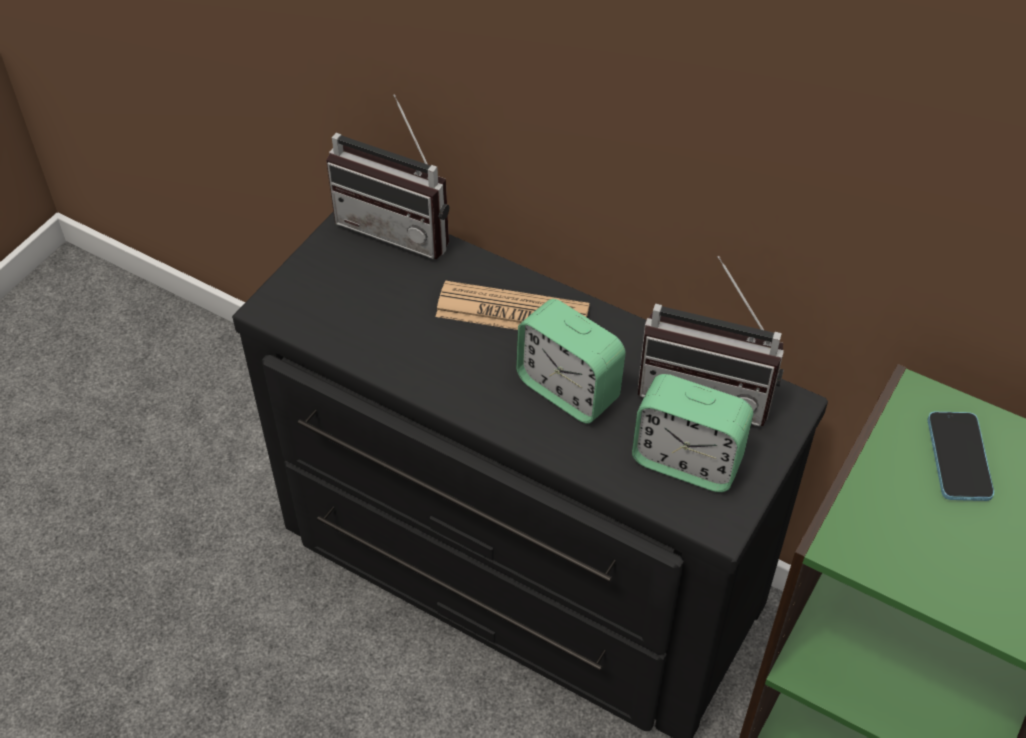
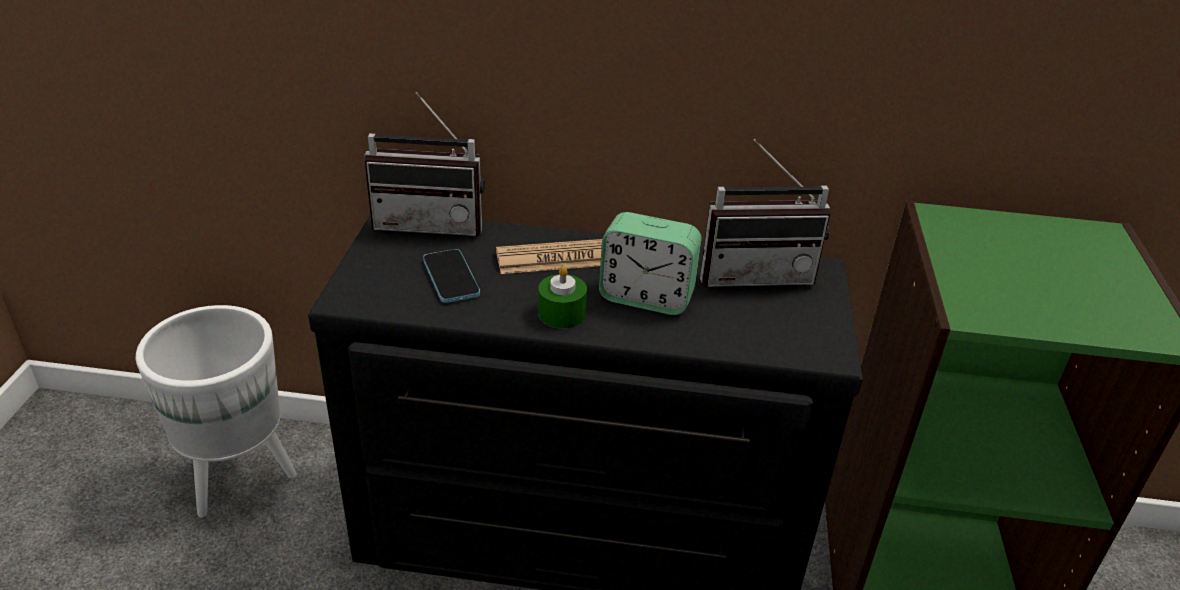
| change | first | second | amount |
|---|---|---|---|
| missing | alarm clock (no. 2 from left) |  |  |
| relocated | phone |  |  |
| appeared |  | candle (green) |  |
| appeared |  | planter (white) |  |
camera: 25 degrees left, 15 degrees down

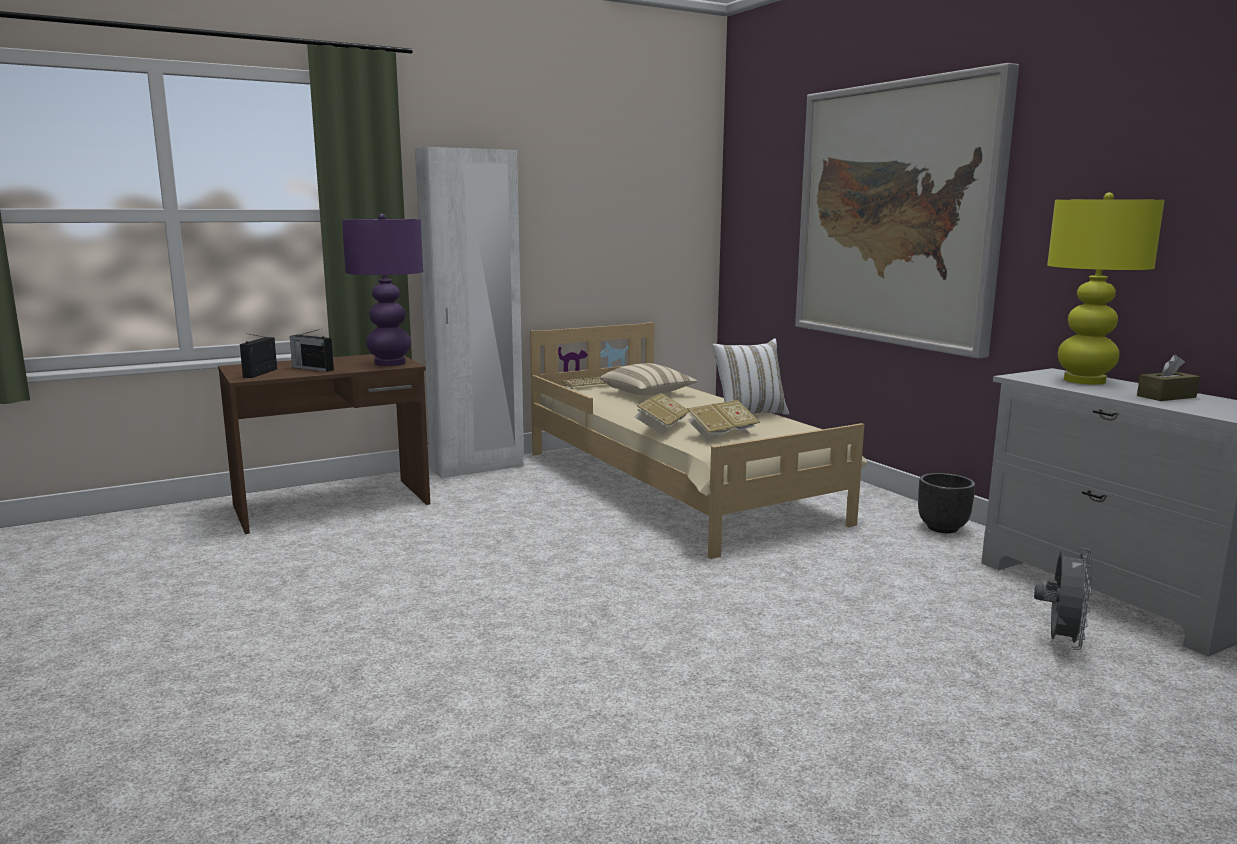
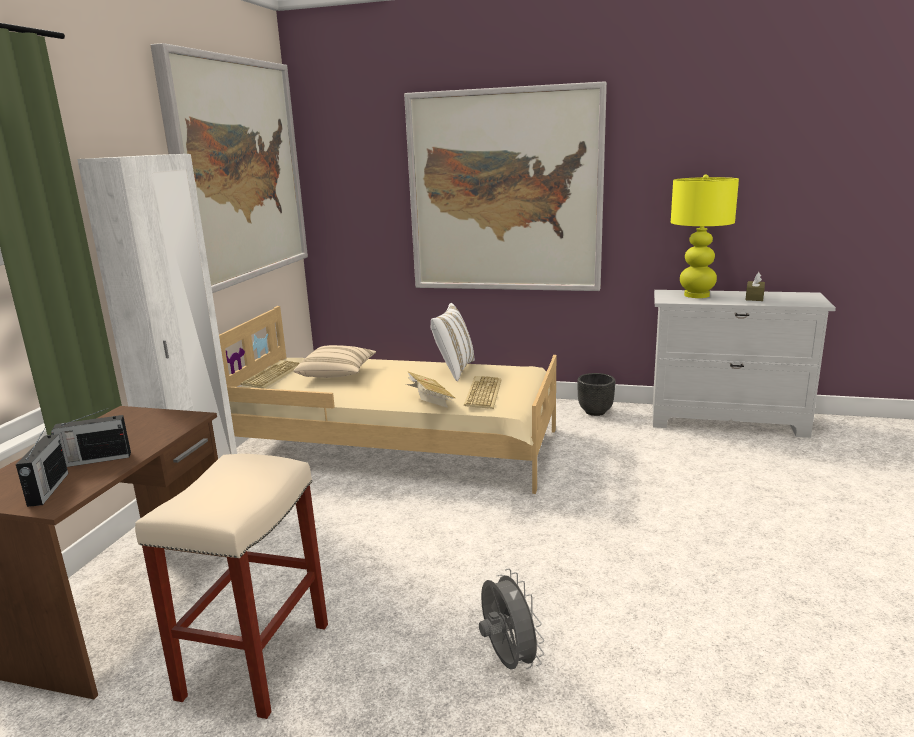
| change | first | second | amount |
|---|---|---|---|
| missing | table lamp (purple) |  |  |
| spun | radio (no. 1 from left) |  | 150 degrees counterclockwise |
| exchanged | book (no. 2 from left) | keyboard (no. 2 from left) |  |
| relocated | fan (grey) |  |  |
| appeared |  | picture (no. 1 from left) |  |
| appeared |  | stool (beige) |  |
camera: 45 degrees left, 5 degrees up

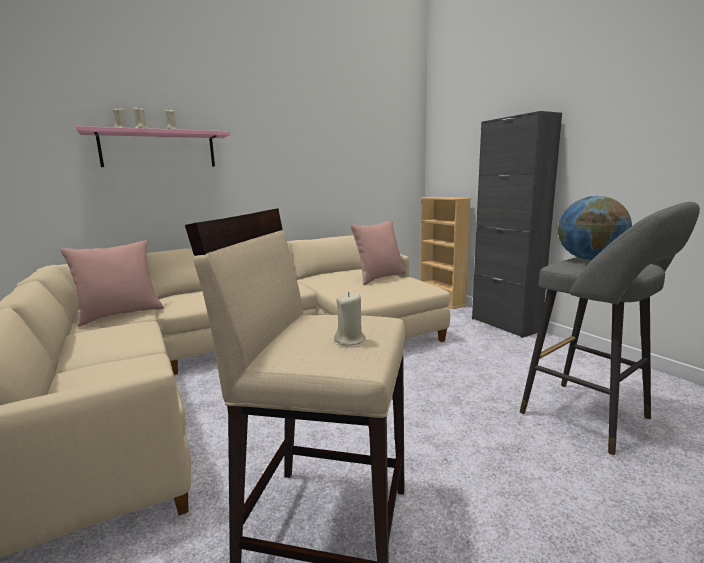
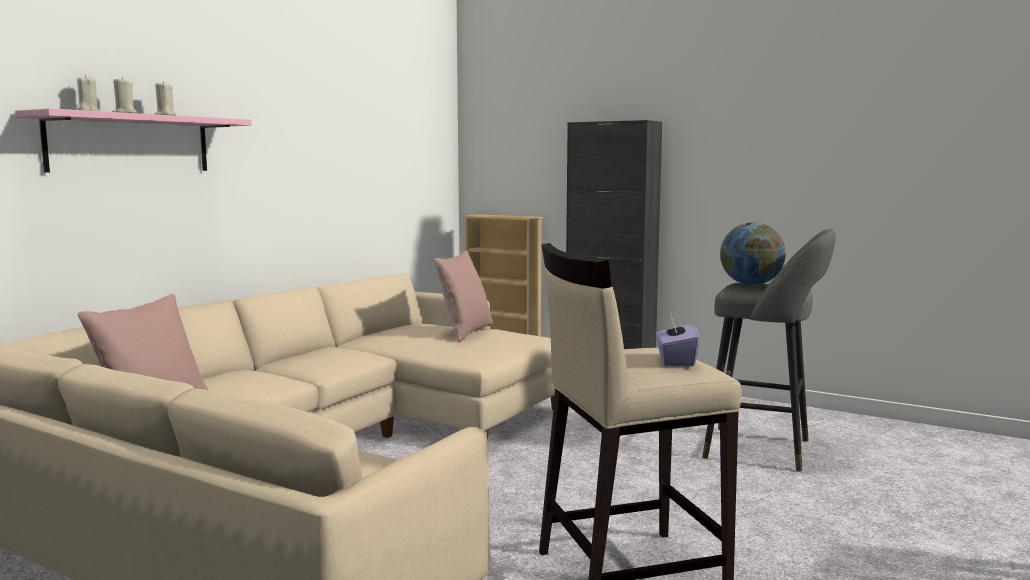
| change | first | second | amount |
|---|---|---|---|
| exchanged | candle (beige) (no. 4 from left) | tissue box (purple) |  |
camera: 30 degrees left, 5 degrees down

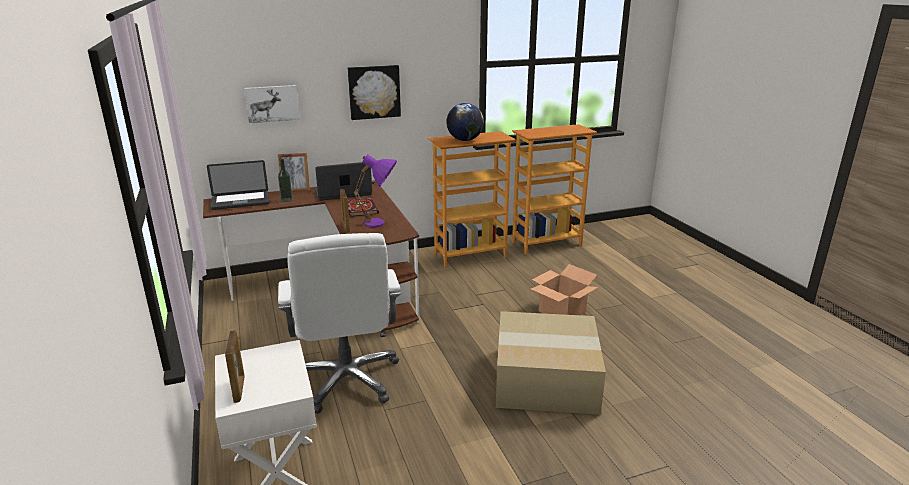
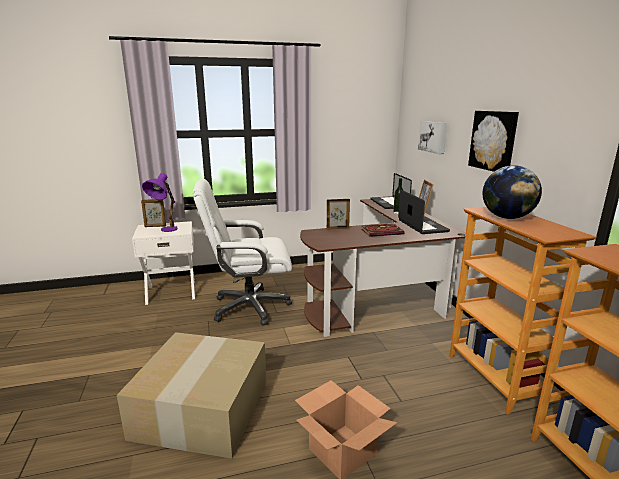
| change | first | second | amount |
|---|---|---|---|
| relocated | table lamp (purple) |  |  |
camera: 95 degrees right, 5 degrees down

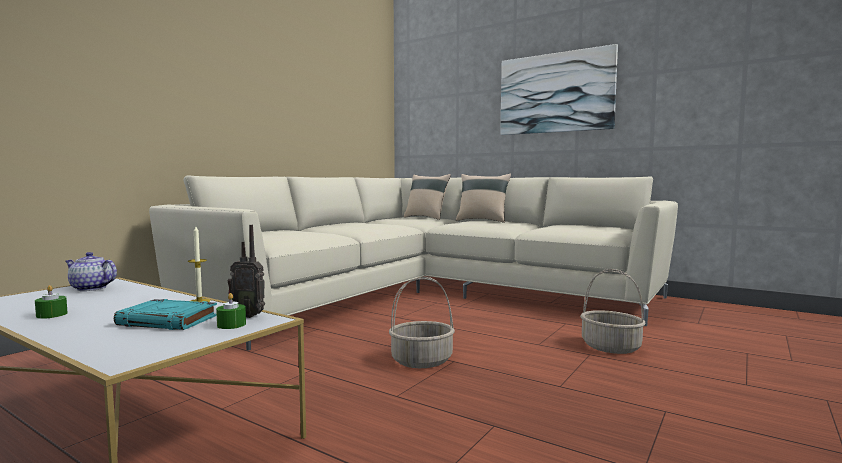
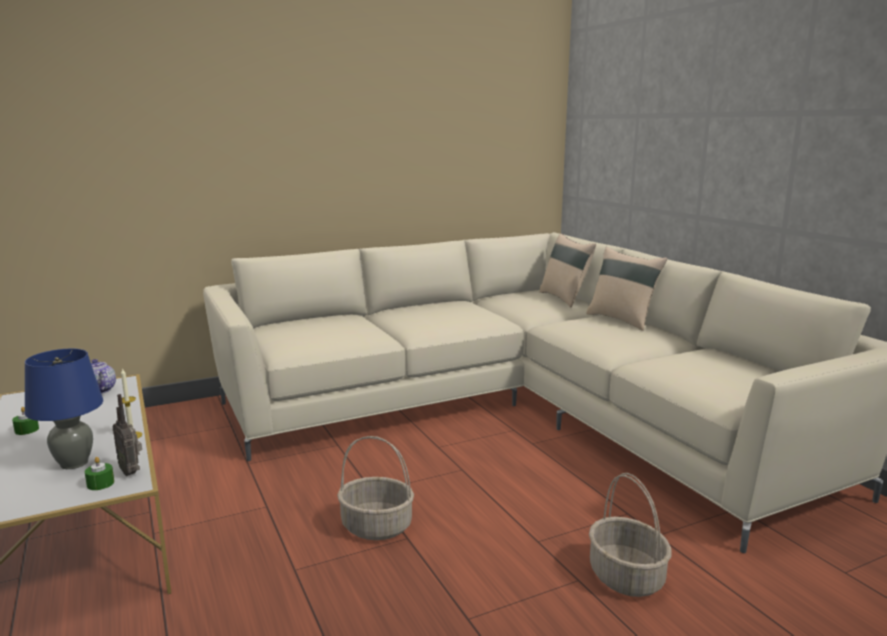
| change | first | second | amount |
|---|---|---|---|
| missing | picture |  |  |
| exchanged | book (turquoise) | table lamp (blue) |  |
camera: 30 degrees right, 10 degrees up

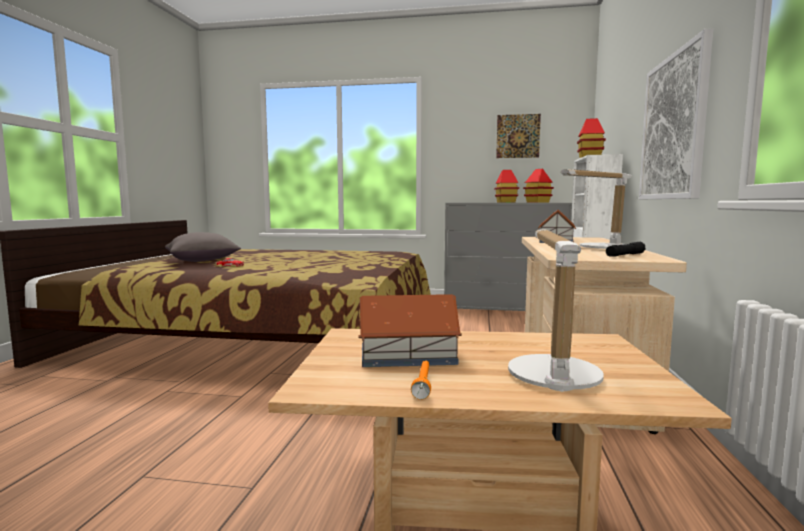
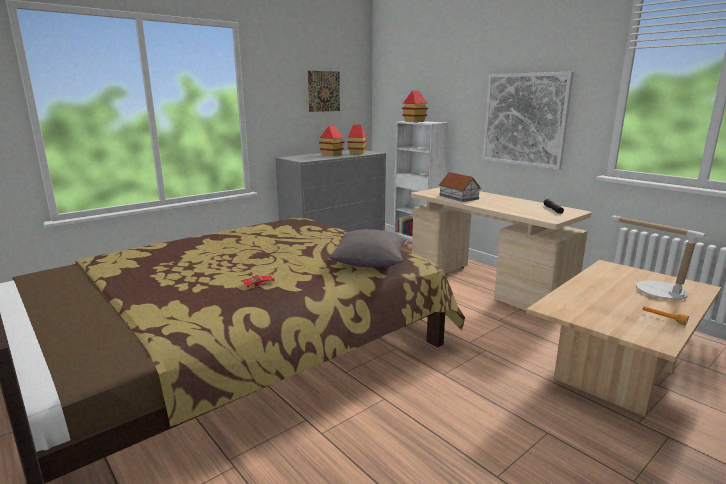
| change | first | second | amount |
|---|---|---|---|
| missing | table lamp (no. 2 from left) |  |  |
| relocated | pillow (grey) |  |  |
| missing | toy house (no. 1 from left) |  |  |
camera: 50 degrees left, 10 degrees up

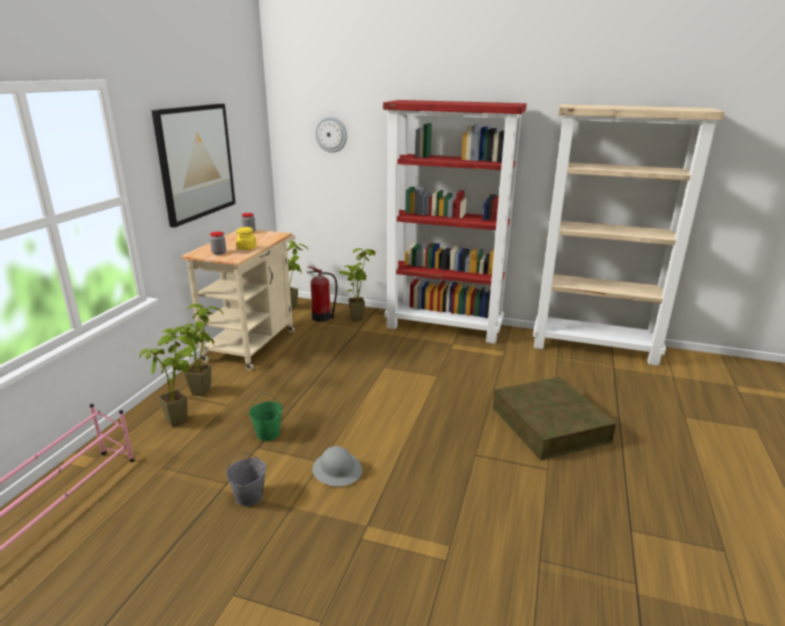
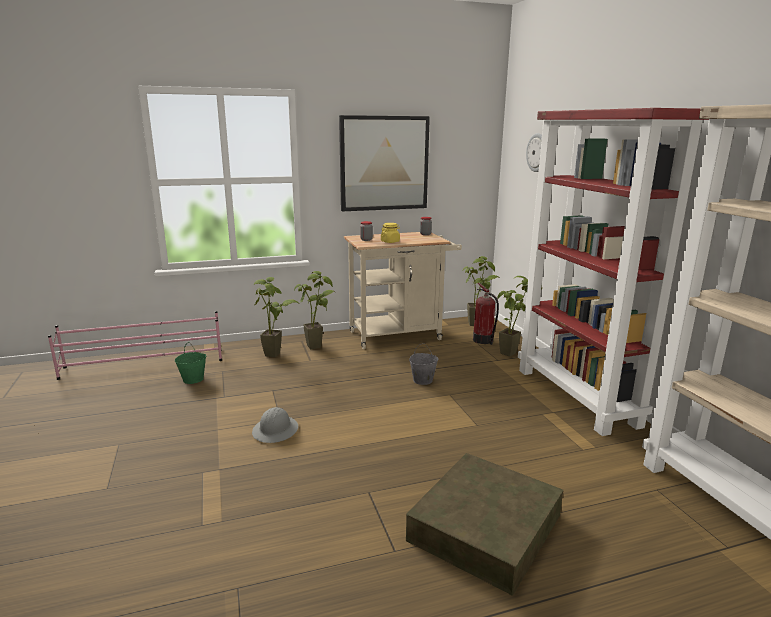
| change | first | second | amount |
|---|---|---|---|
| relocated | bucket (green) |  |  |
| relocated | bucket (grey) |  |  |
camera: 55 degrees right, 5 degrees down

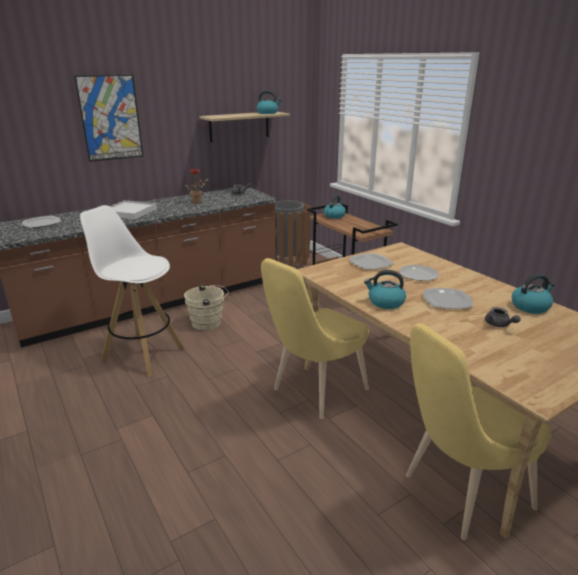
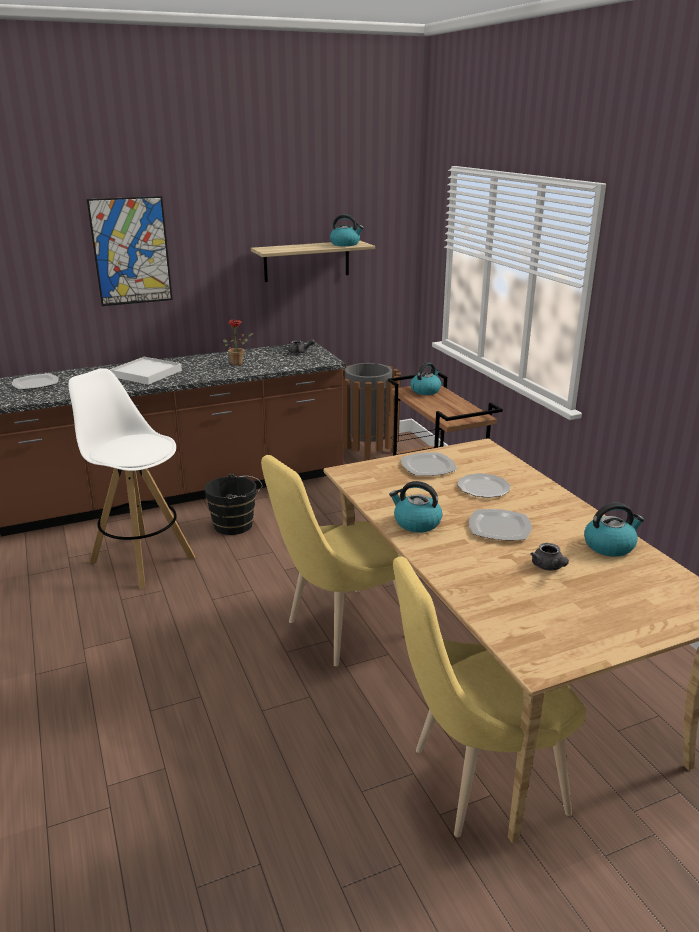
| change | first | second | amount |
|---|---|---|---|
| colour | bucket (beige) | bucket (black) |  |
camera: 10 degrees right, 0 degrees up

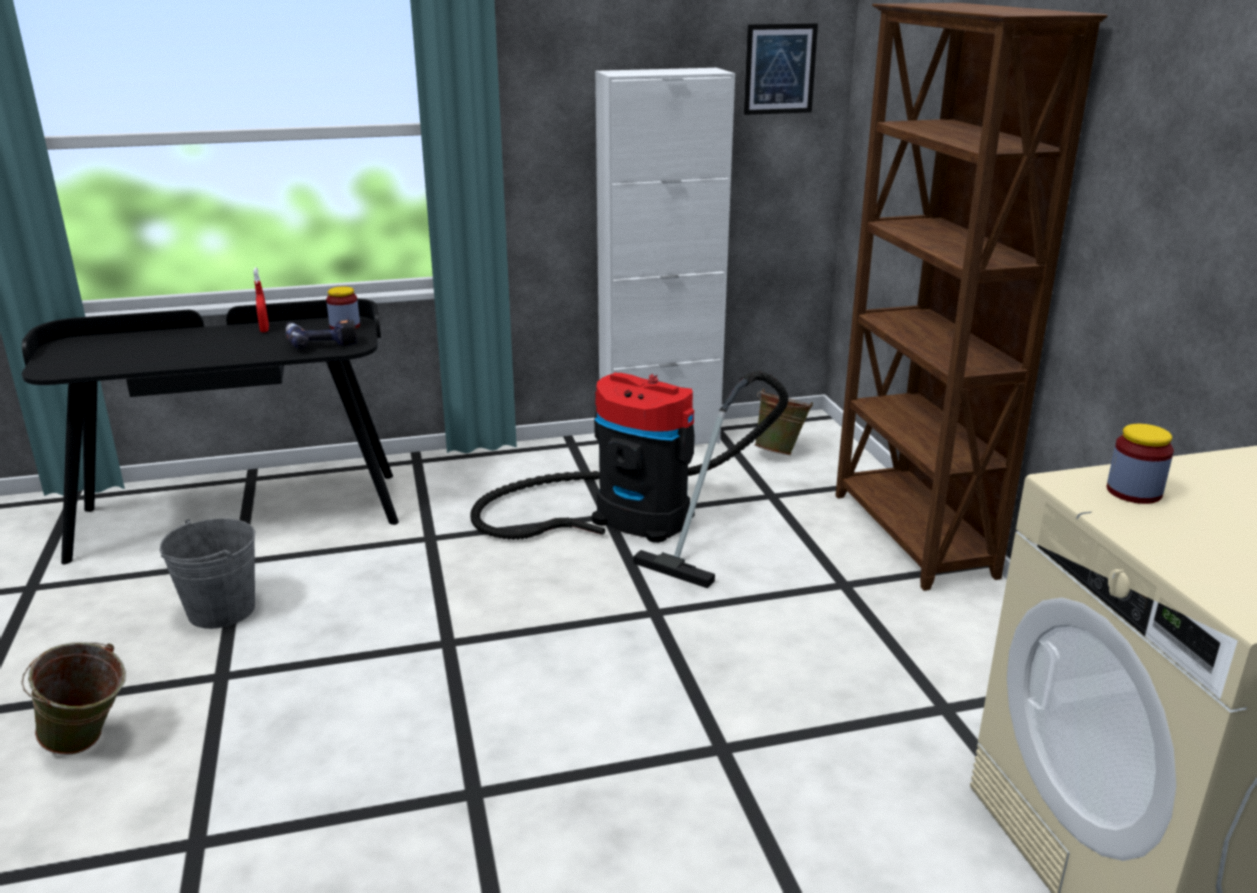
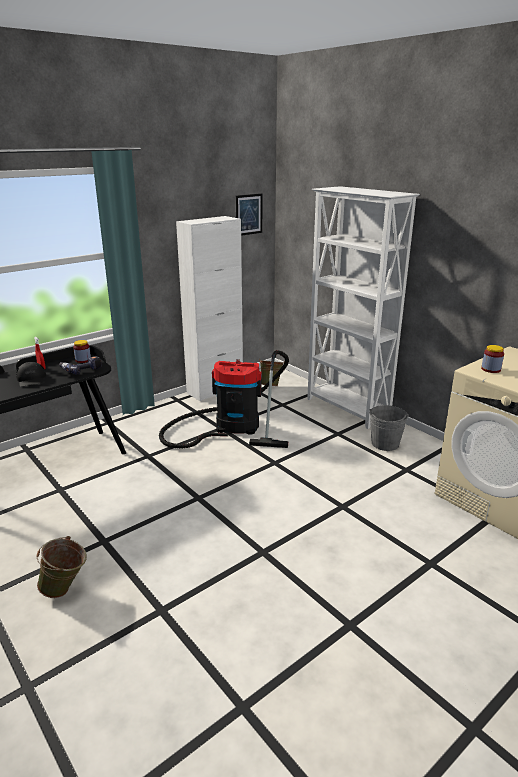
| change | first | second | amount |
|---|---|---|---|
| colour | bookcase (brown) | bookcase (white) |  |
| relocated | bucket (grey) |  |  |
| appeared |  | cap (black) |  |
camera: 25 degrees left, 0 degrees up

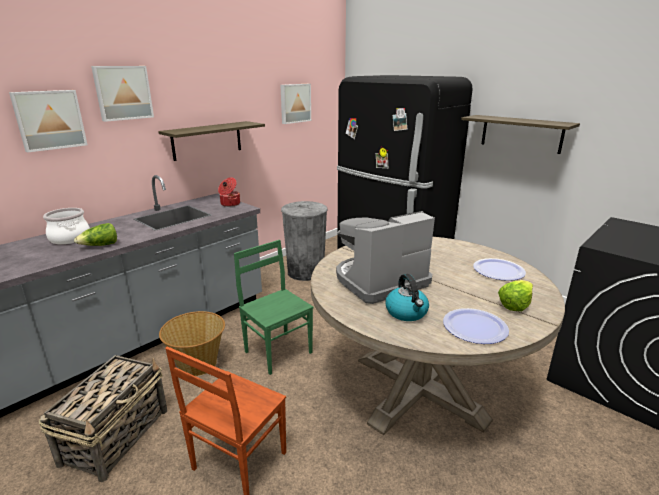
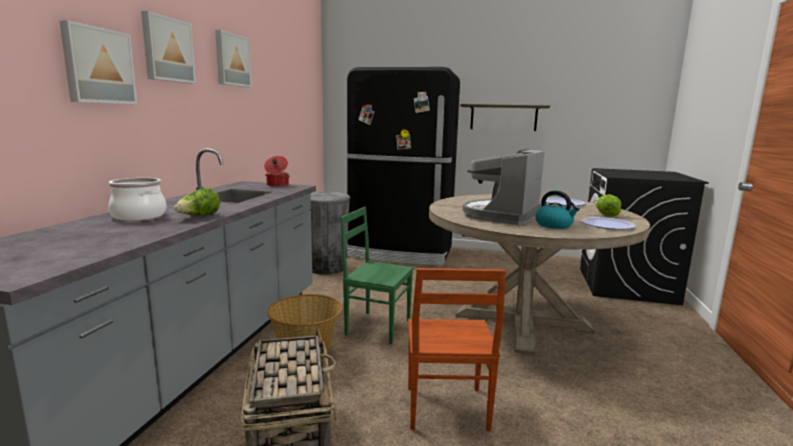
| change | first | second | amount |
|---|---|---|---|
| relocated | picture (no. 3 from left) |  |  |
| missing | shelf (no. 1 from left) |  |  |
camera: 30 degrees left, 10 degrees down

